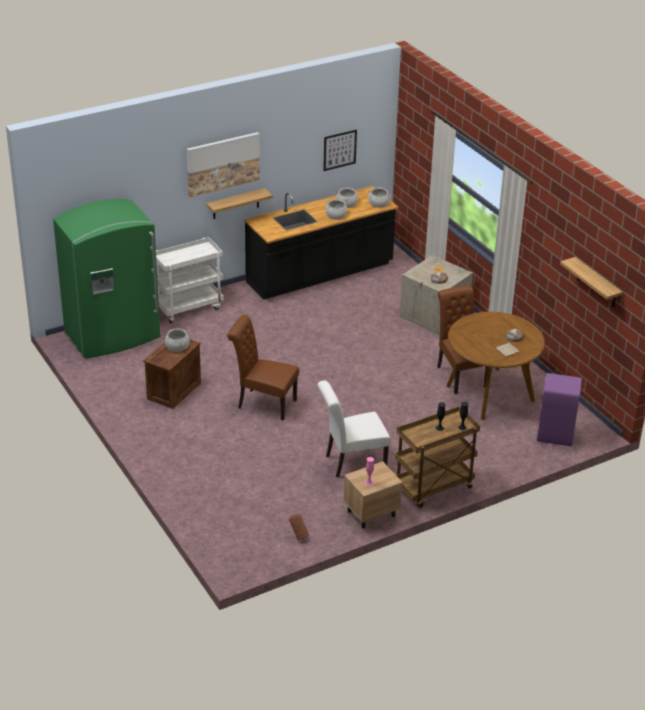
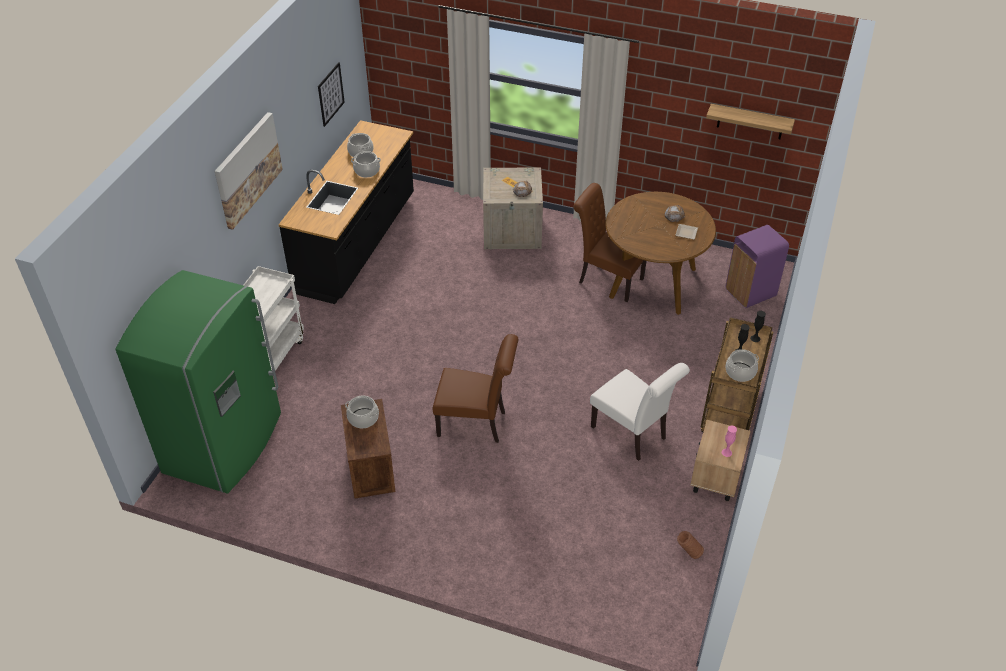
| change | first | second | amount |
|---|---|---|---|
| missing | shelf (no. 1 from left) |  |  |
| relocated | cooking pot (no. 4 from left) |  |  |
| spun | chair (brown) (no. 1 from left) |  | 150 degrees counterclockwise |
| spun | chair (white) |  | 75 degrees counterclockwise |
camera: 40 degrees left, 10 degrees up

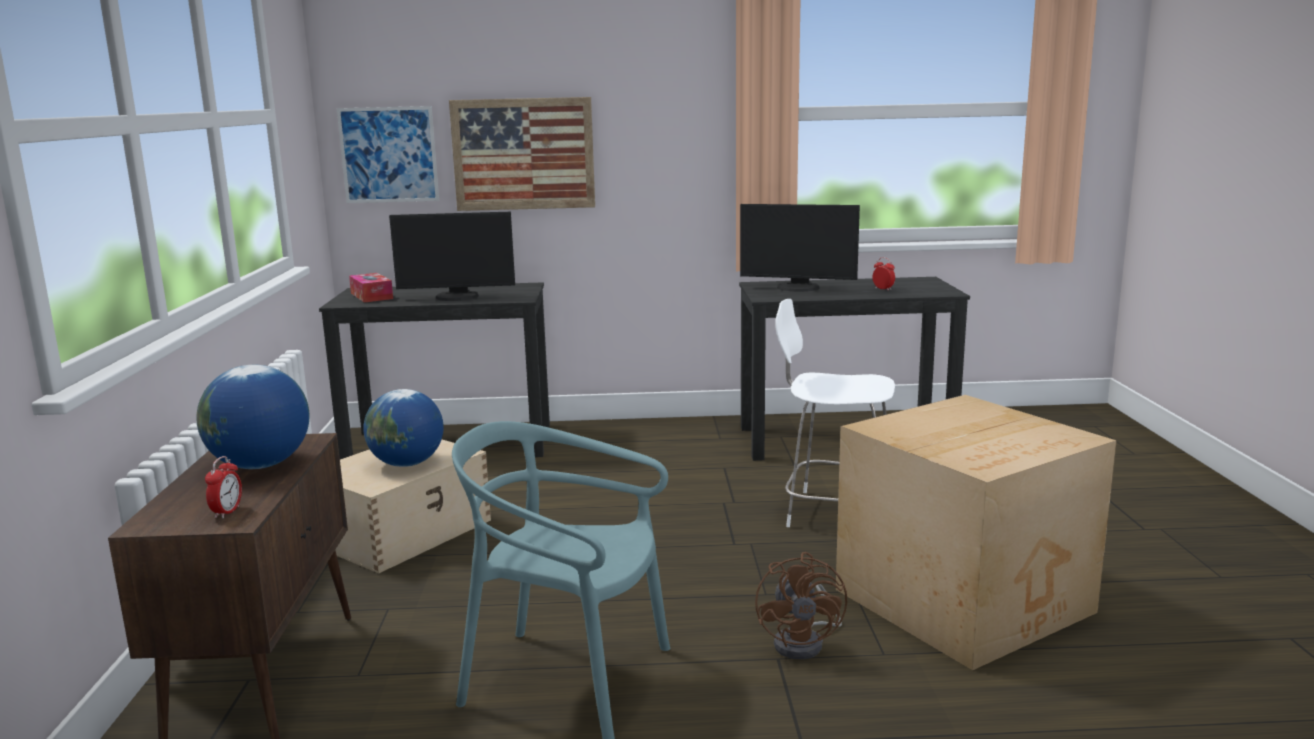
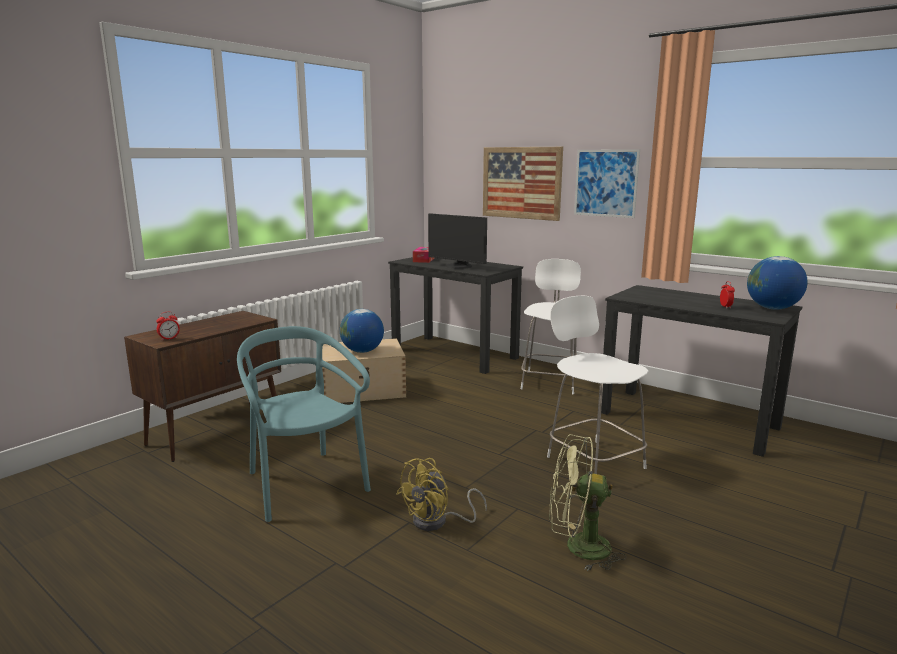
| change | first | second | amount |
|---|---|---|---|
| relocated | picture (no. 1 from left in the first image) | picture (no. 2 from left) |  |
| missing | monitor (no. 2 from left) |  |  |
| relocated | globe (no. 1 from left in the first image) | globe (no. 2 from left) |  |
| exchanged | cardboard box | fan (green) |  |
| colour | fan (brown) | fan (yellow) |  |
| appeared |  | chair (white) (no. 1 from left) |  |
camera: 40 degrees right, 0 degrees up

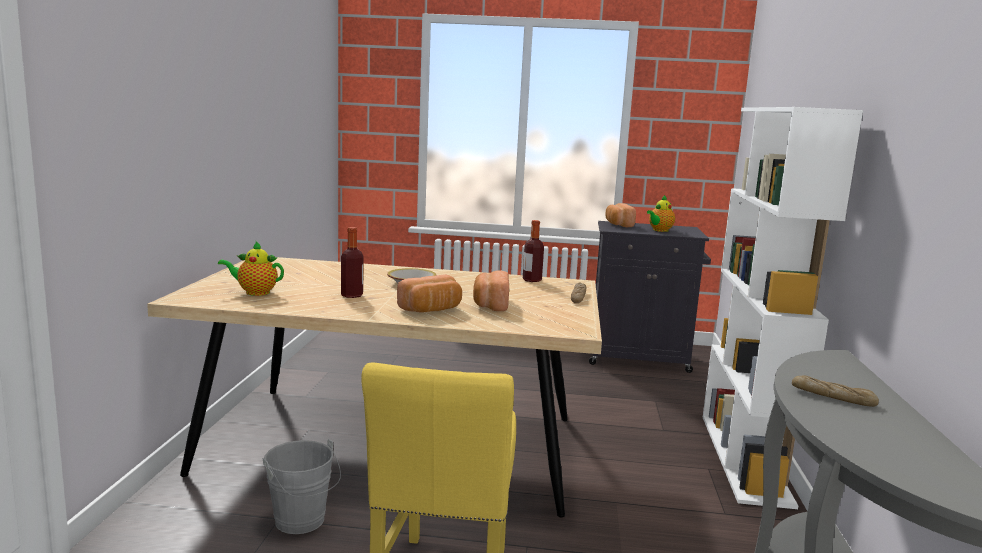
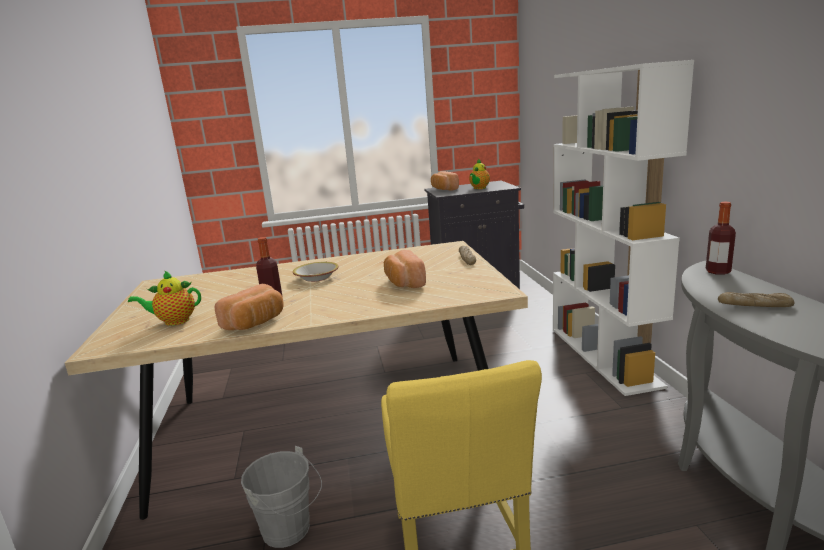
| change | first | second | amount |
|---|---|---|---|
| relocated | bottle (no. 2 from left) |  |  |
| relocated | bread (no. 1 from left) |  |  |
camera: 15 degrees left, 5 degrees up

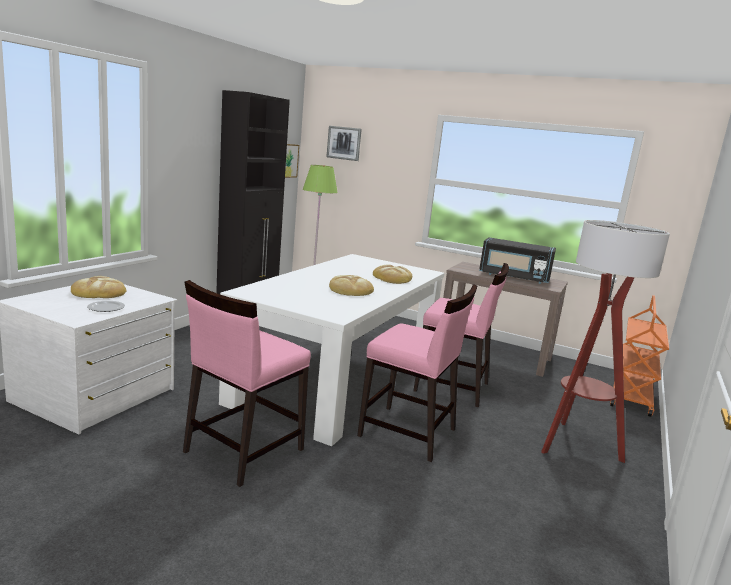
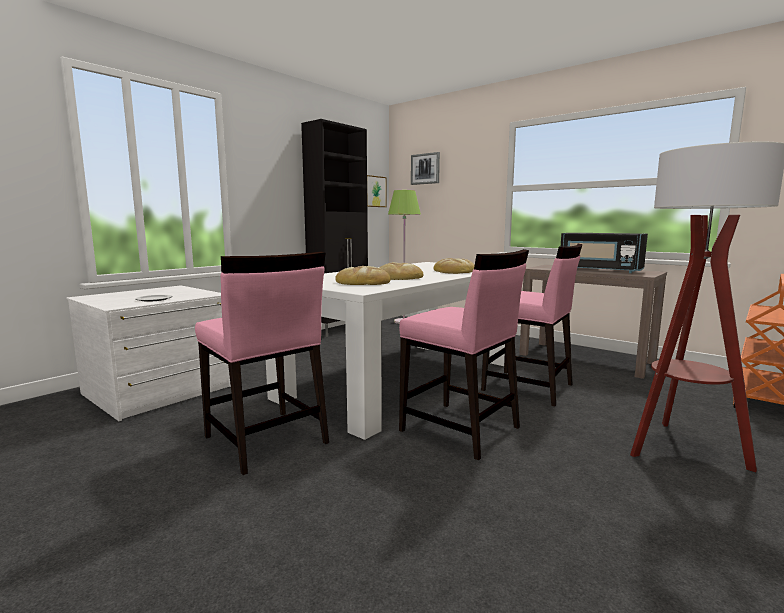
| change | first | second | amount |
|---|---|---|---|
| relocated | bread (no. 1 from left) |  |  |
| spun | chair (pink) (no. 1 from left) |  | 90 degrees counterclockwise |
camera: 15 degrees right, 5 degrees down

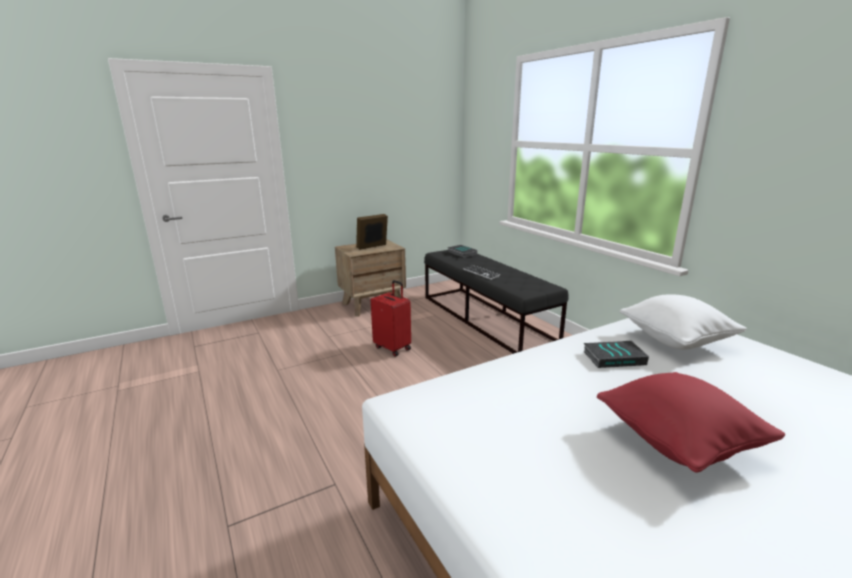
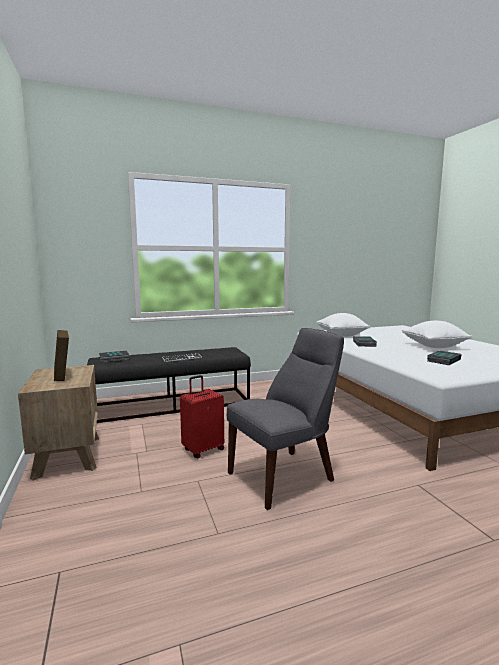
| change | first | second | amount |
|---|---|---|---|
| colour | pillow (red) | pillow (white) (no. 2 from left) |  |
| appeared |  | chair (grey) |  |
| appeared |  | book (no. 3 from left) |  |
camera: 80 degrees left, 10 degrees down

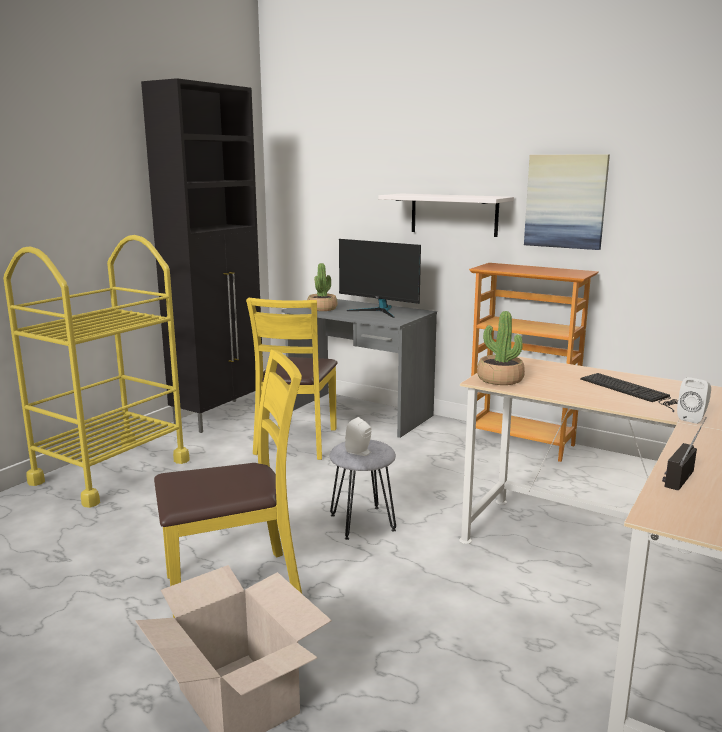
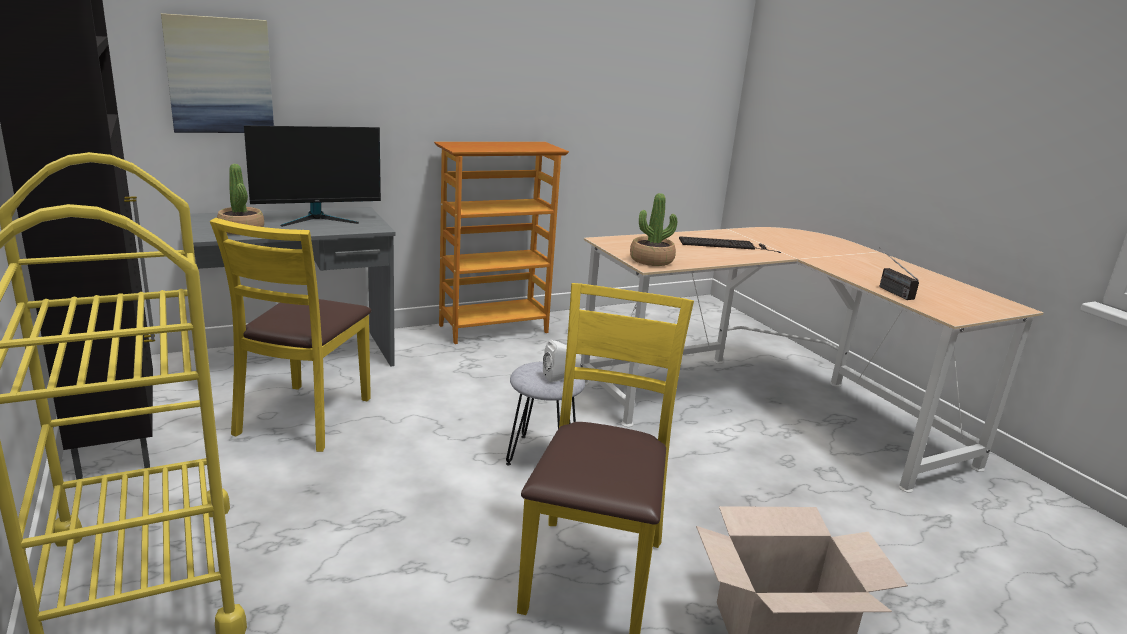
| change | first | second | amount |
|---|---|---|---|
| relocated | picture |  |  |
| missing | shelf (white) |  |  |
| spun | chair (yellow) (no. 2 from left in the first image) | chair (yellow) (no. 1 from left) | 60 degrees clockwise |
| missing | speaker (white) (no. 2 from left) |  |  |
camera: 60 degrees left, 5 degrees up

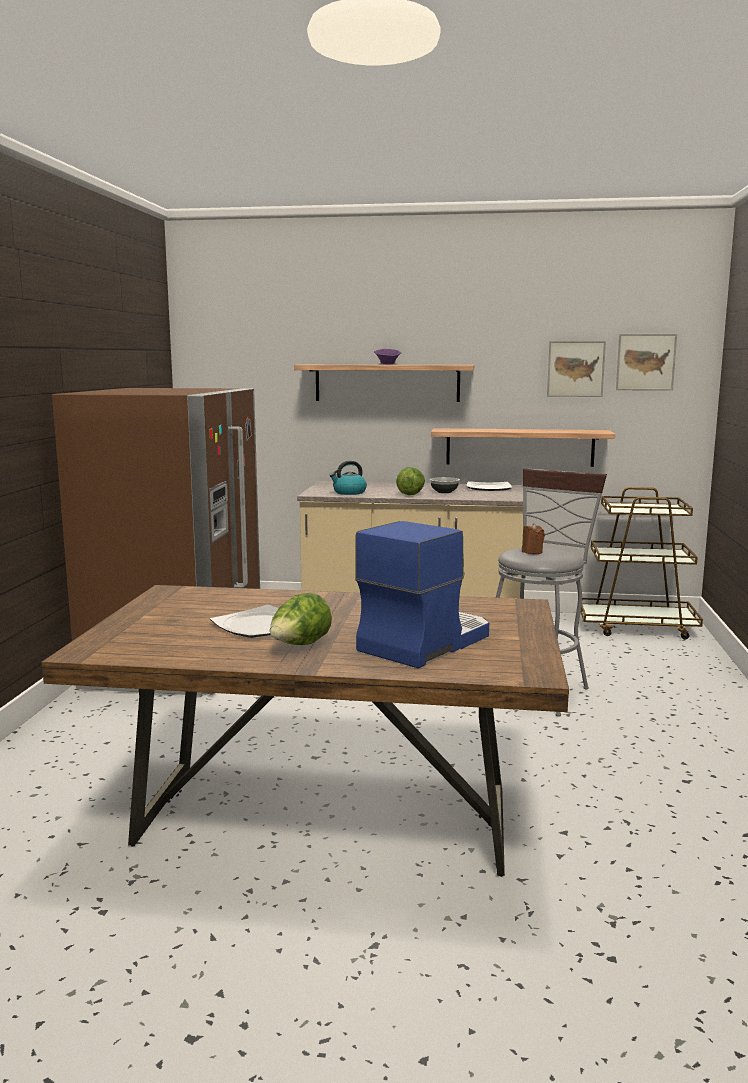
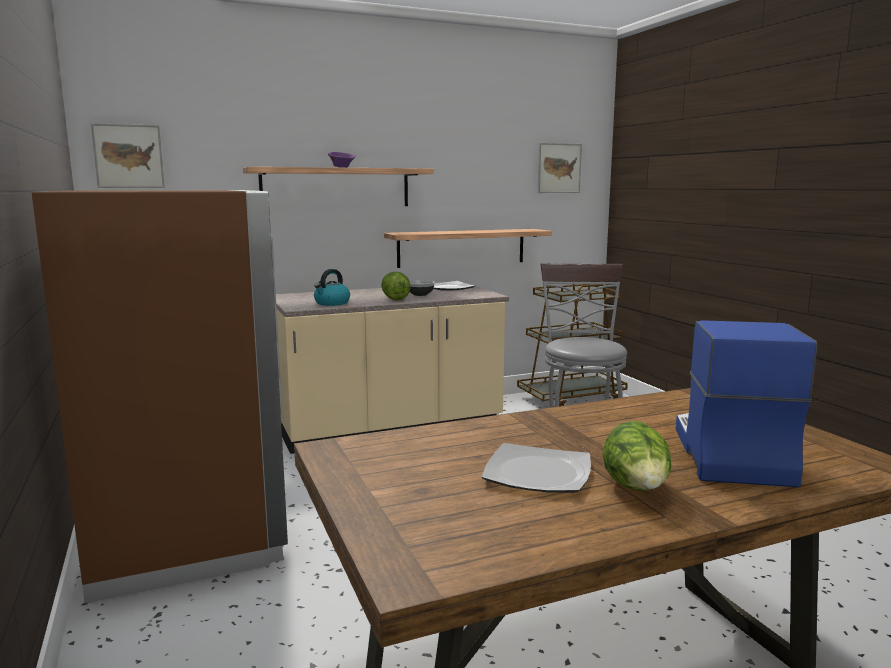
| change | first | second | amount |
|---|---|---|---|
| relocated | picture (no. 1 from left) |  |  |
| missing | candle (brown) |  |  |
camera: 30 degrees left, 0 degrees up

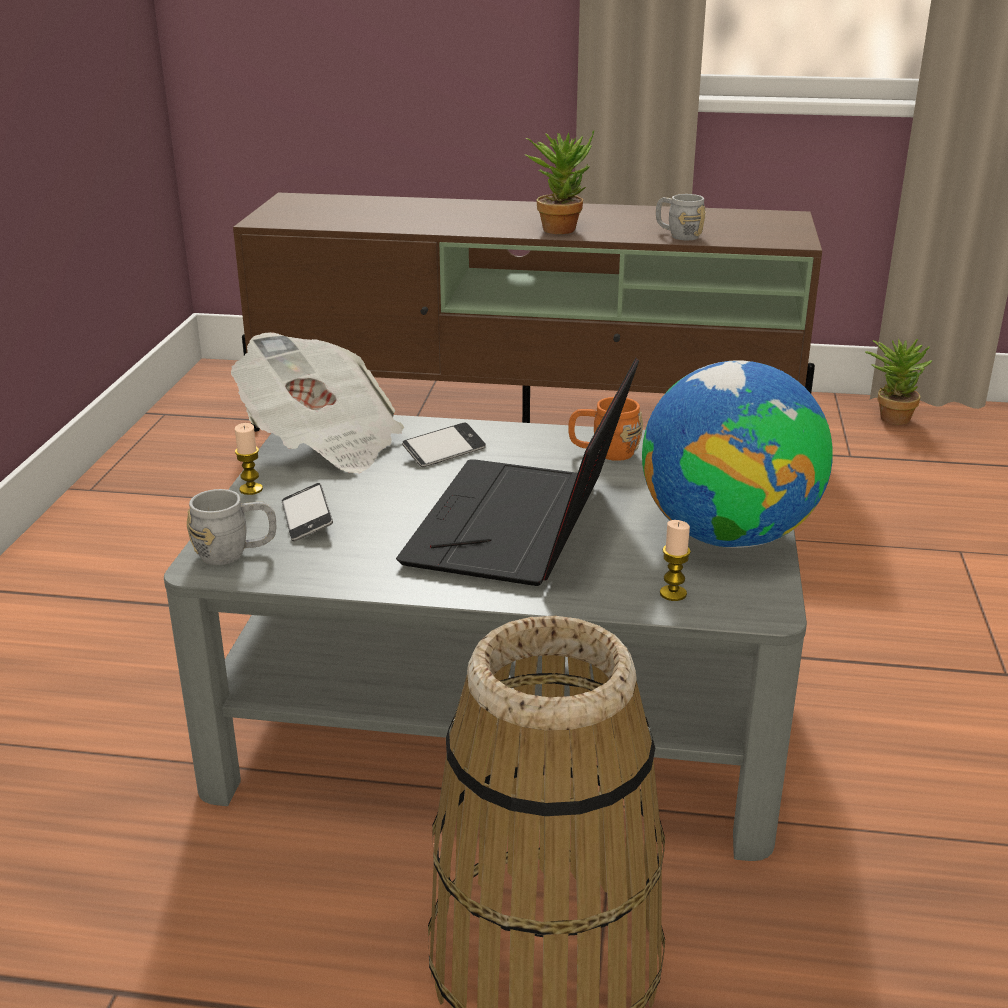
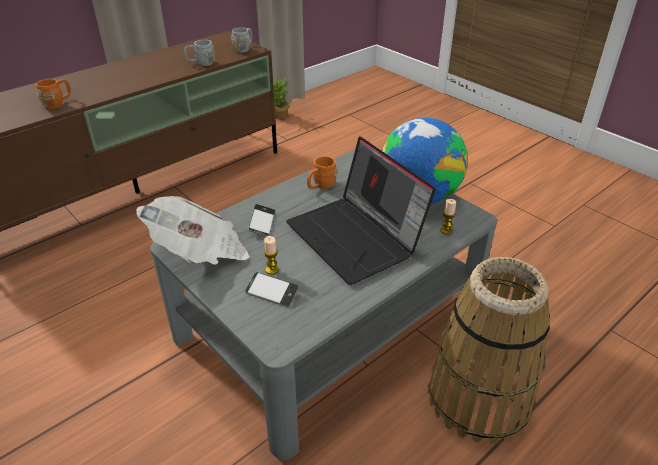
| change | first | second | amount |
|---|---|---|---|
| missing | potted plant (no. 1 from left) |  |  |
| relocated | candle (no. 1 from left) |  |  |
| relocated | mug (grey) (no. 1 from left in the first image) | mug (grey) (no. 2 from left) |  |
| appeared |  | mug (orange) (no. 1 from left) |  |
camera: 50 degrees left, 10 degrees up

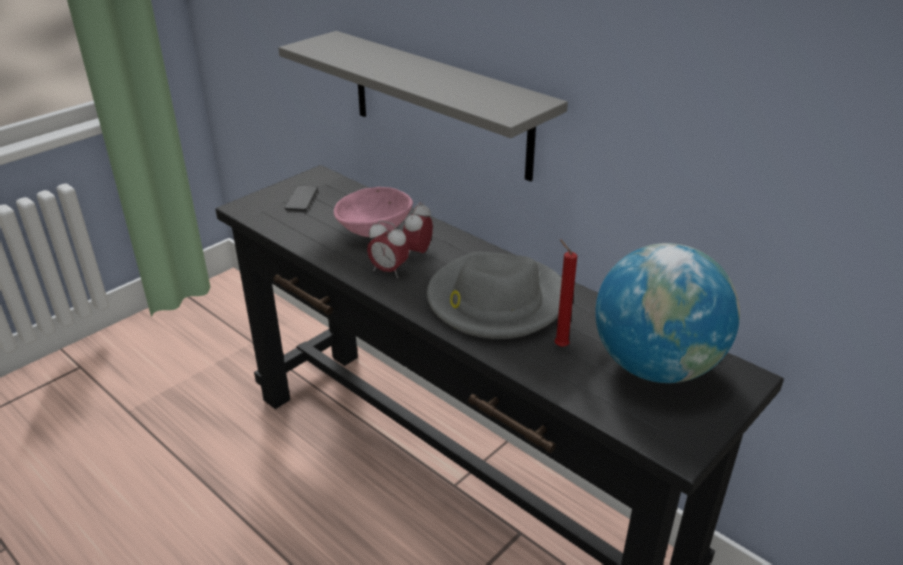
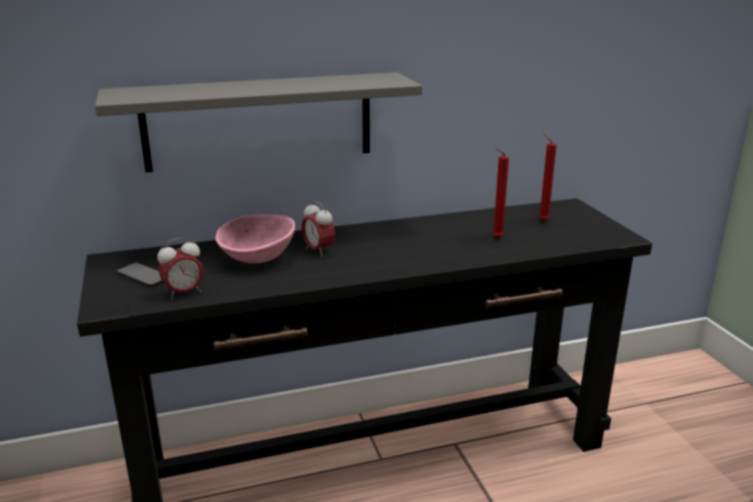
| change | first | second | amount |
|---|---|---|---|
| relocated | alarm clock (no. 1 from left) |  |  |
| exchanged | globe | candle (red) (no. 2 from left) |  |
| missing | hat (grey) |  |  |
camera: 60 degrees left, 10 degrees down

